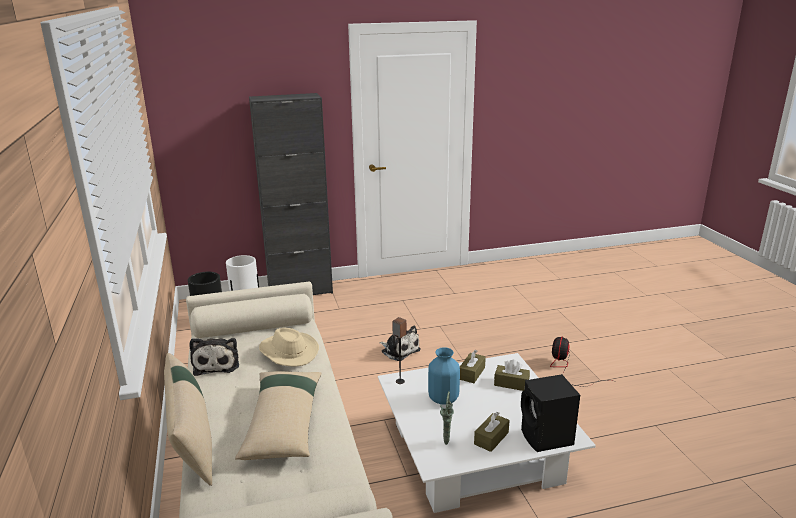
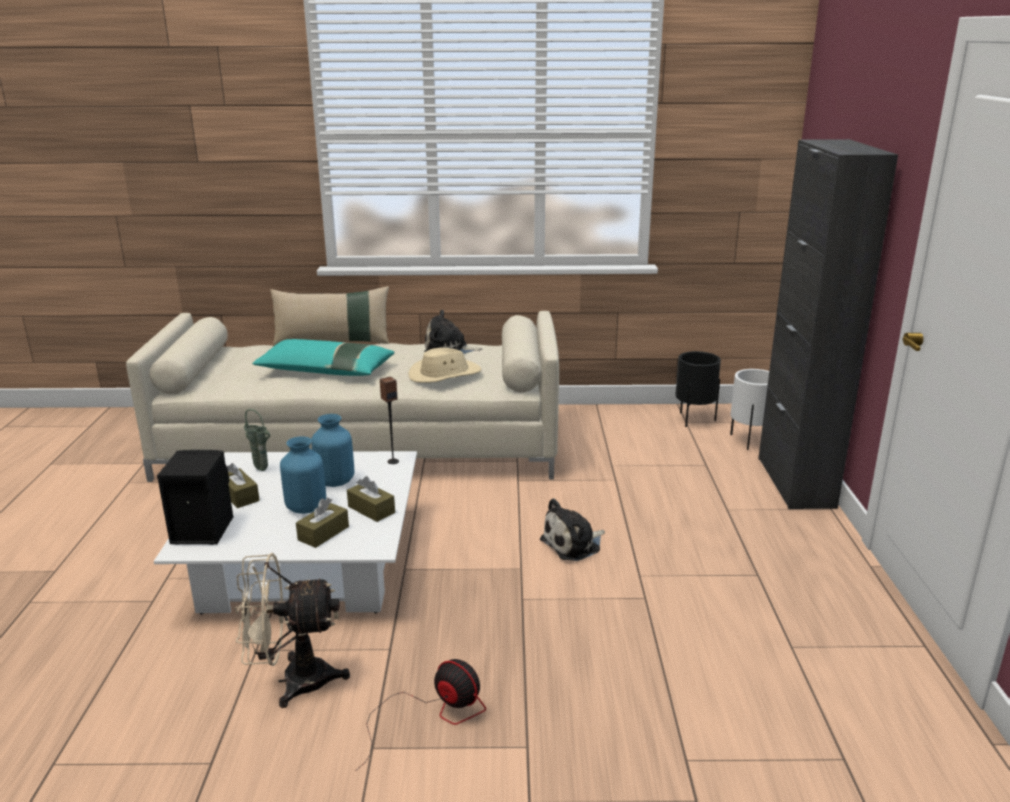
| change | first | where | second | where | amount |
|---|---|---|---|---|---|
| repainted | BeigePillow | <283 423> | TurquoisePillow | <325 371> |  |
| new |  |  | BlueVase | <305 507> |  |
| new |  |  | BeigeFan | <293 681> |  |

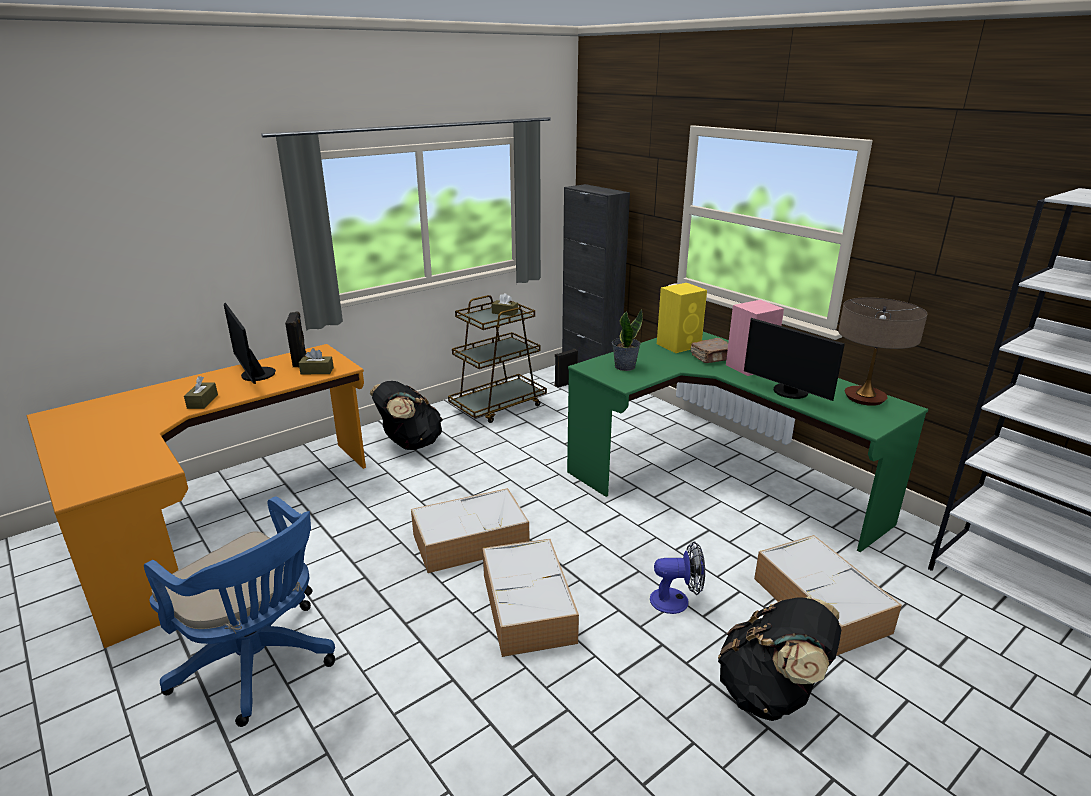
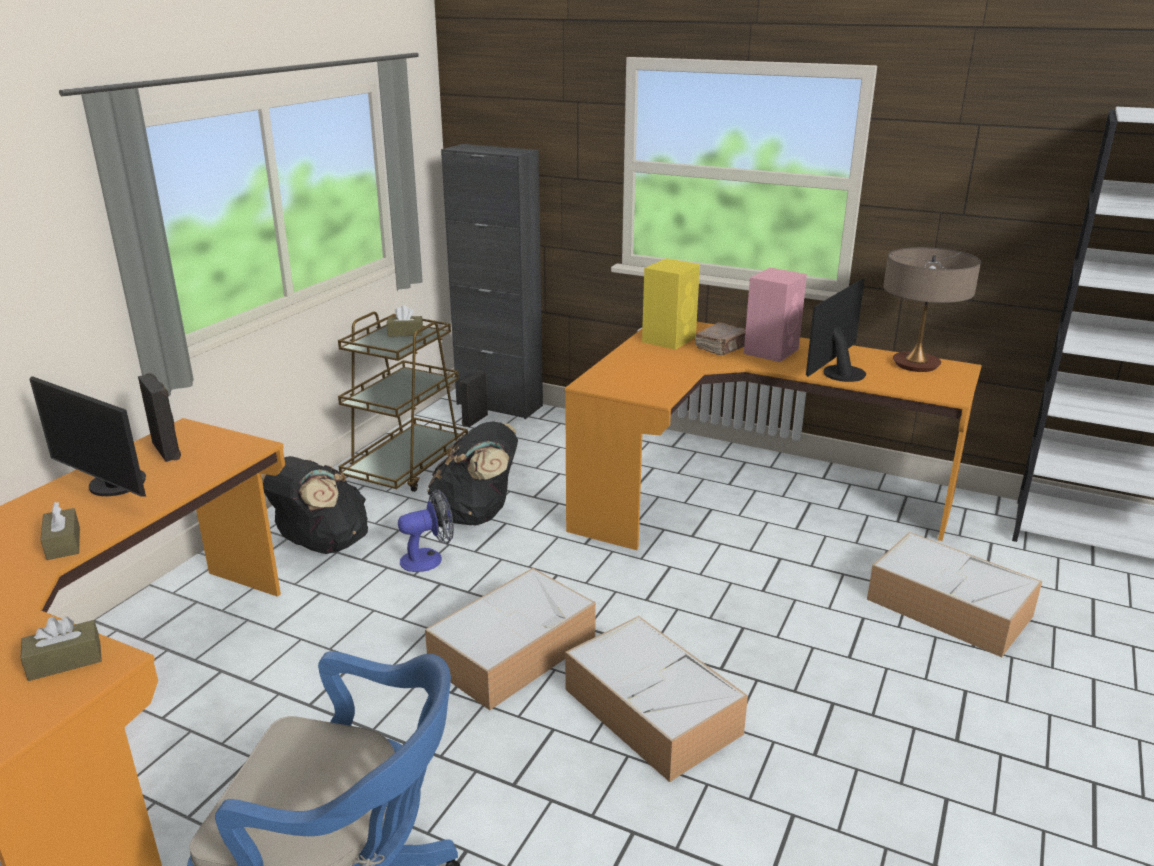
| change | first | where | second | where | amount |
|---|---|---|---|---|---|
| gone | PottedPlant | <624 366> |  |  |  |
| rotated | Monitor | <788 392> |  | <839 373> | 105 degrees clockwise |
| repainted | GreenDesk | <719 480> | OrangeDesk | <747 498> |  |
| shifted | BrownTissueBox | <317 371> |  | <65 661> |  |
| shifted | Fan | <676 600> |  | <428 558> |  |
| shifted | BlackBackpack | <770 694> |  | <477 515> |  |

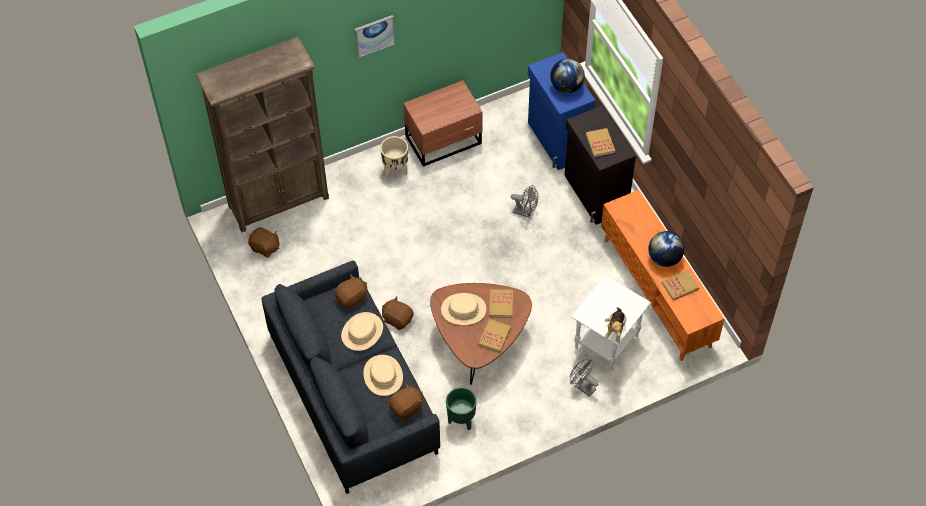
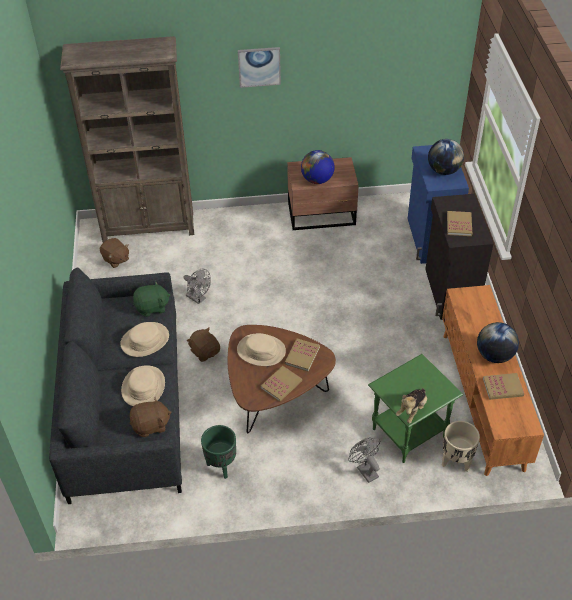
| change | first | where | second | where | amount |
|---|---|---|---|---|---|
| shifted | BeigePlanter | <395 170> |  | <456 462> |  |
| shifted | GreyFan | <525 212> |  | <198 298> |  |
| repainted | BrownPlushToy | <352 298> | GreenPlushToy | <152 307> |  |
| repainted | WhiteSideTable | <606 343> | GreenSideTable | <408 433> |  |
| new |  |  | Globe | <317 180> |  |

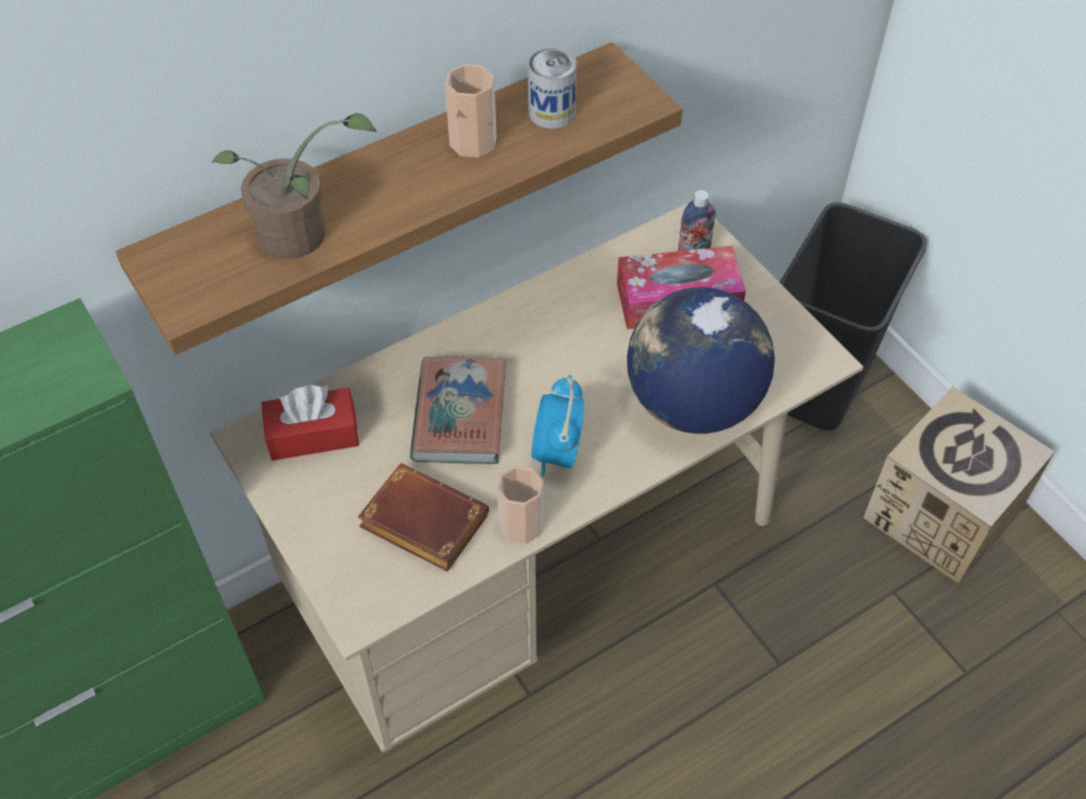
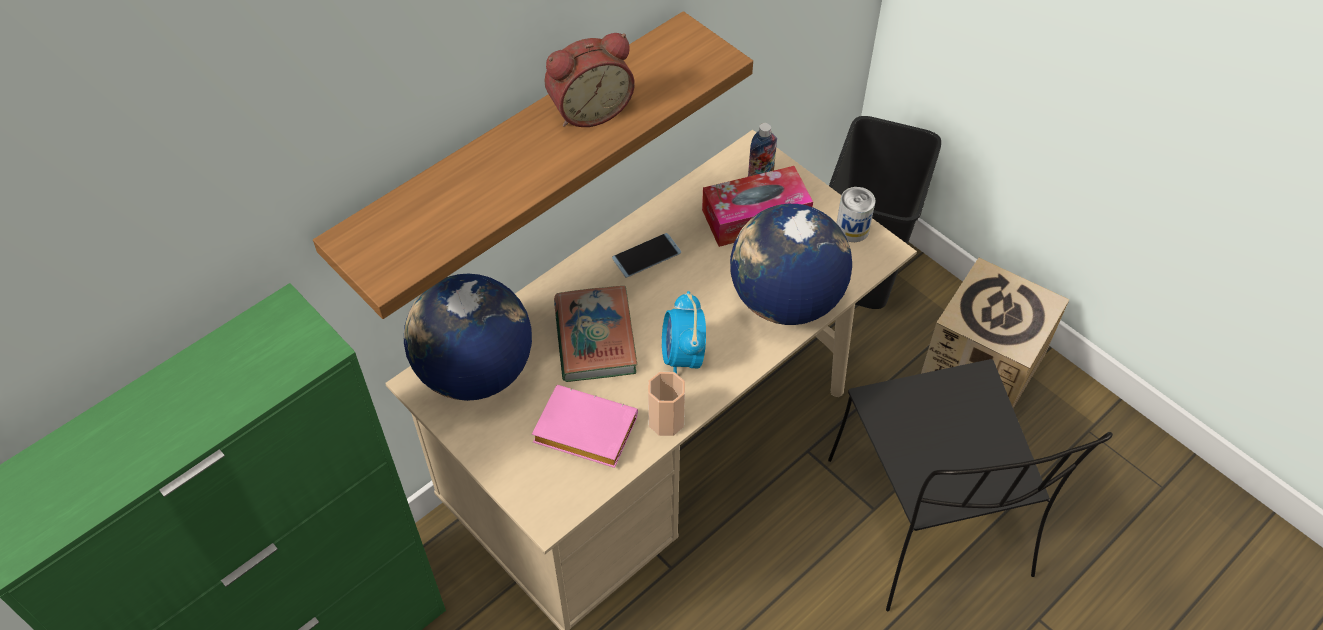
| change | first | where | second | where | amount |
|---|---|---|---|---|---|
| shifted | Can | <552 112> |  | <852 229> |  |
| swapped | Cup | <473 142> | AlarmClock | <589 109> |  |
| gone | PottedPlant | <300 238> |  |  |  |
| swapped | RedTissueBox | <313 435> | Globe | <475 372> |  |
| repainted | BrownBook | <420 523> | PinkBook | <582 432> |  |
| new |  |  | Phone | <646 255> |  |
| new |  |  | BlackChair | <931 521> |  |

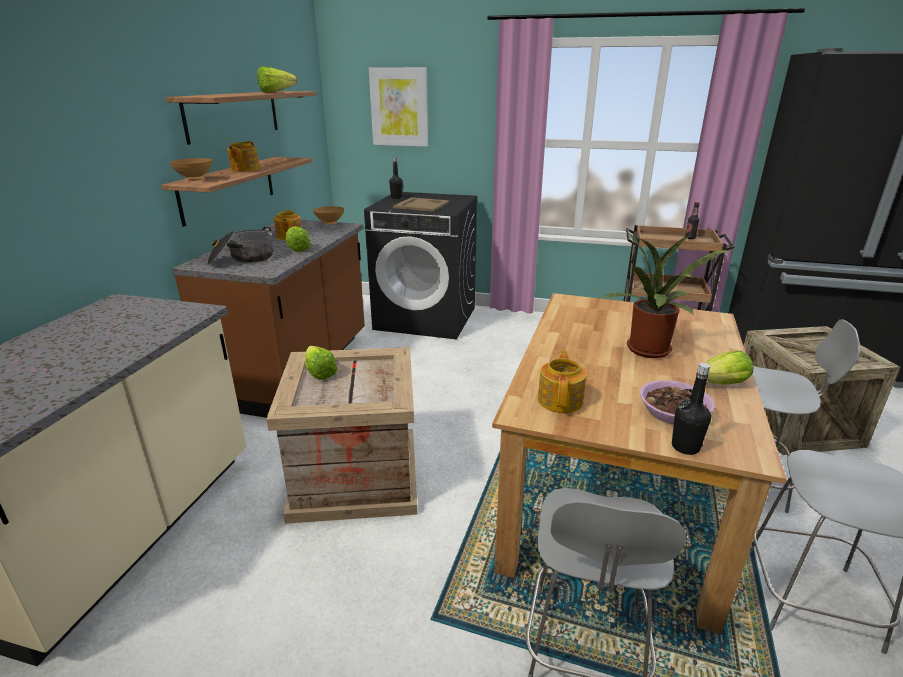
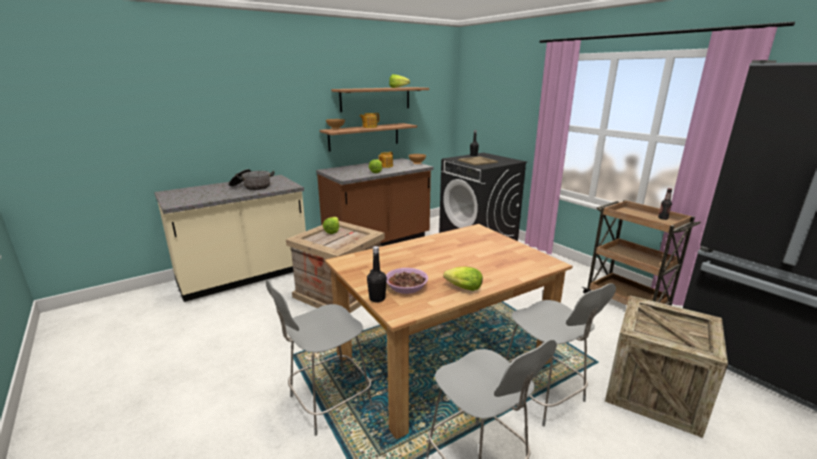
| change | first | where | second | where | amount |
|---|---|---|---|---|---|
| gone | Picture | <399 107> |  |  |  |
| shifted | CookingPot | <242 259> |  | <251 187> |  |
| gone | PottedPlant | <649 352> |  |  |  |
| gone | Teapot | <561 400> |  |  |  |

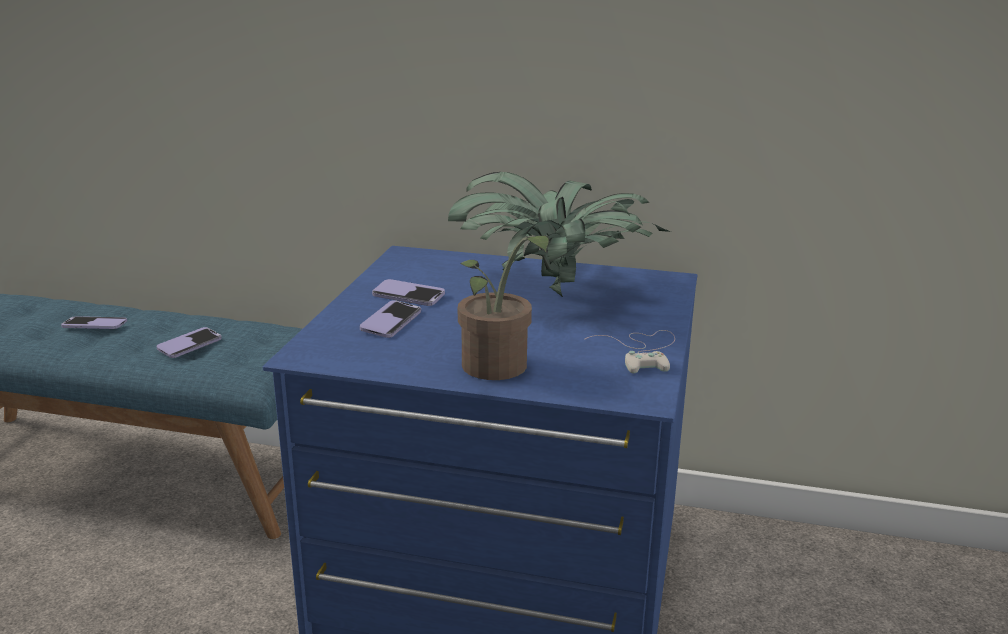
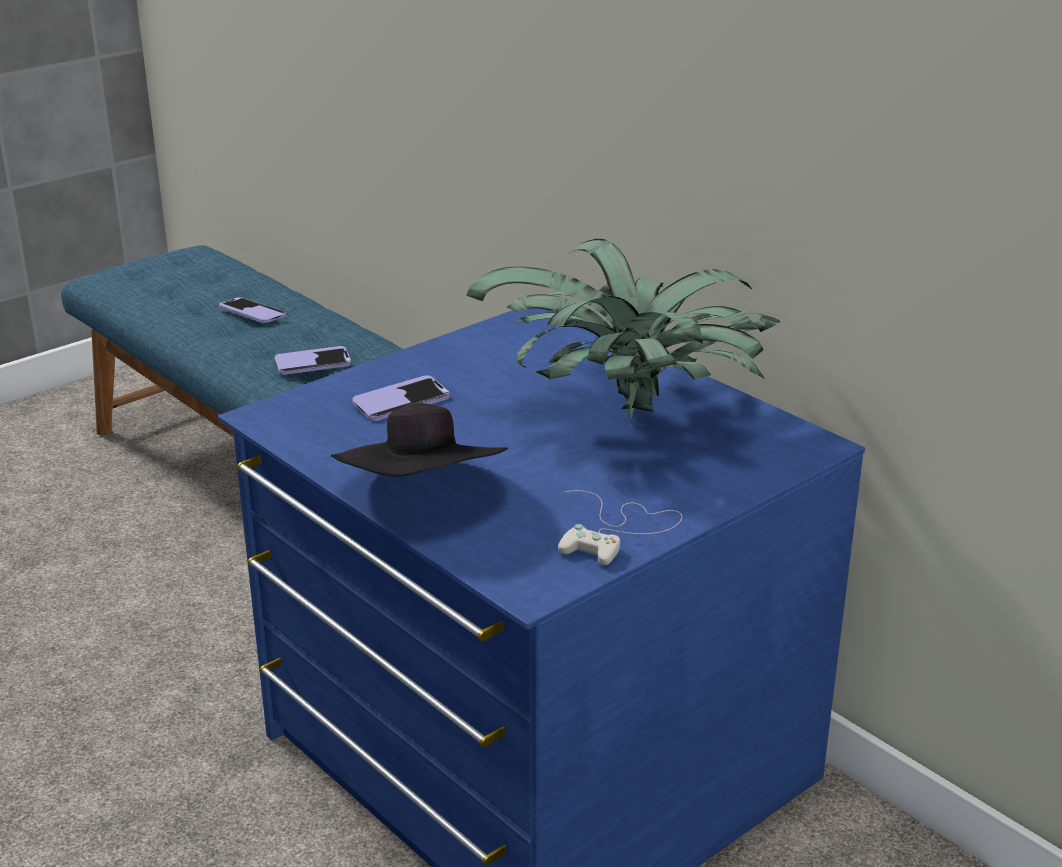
| change | first | where | second | where | amount |
|---|---|---|---|---|---|
| swapped | PottedPlant | <496 370> | BlackHat | <423 496> |  |
| gone | Phone | <408 295> |  |  |  |

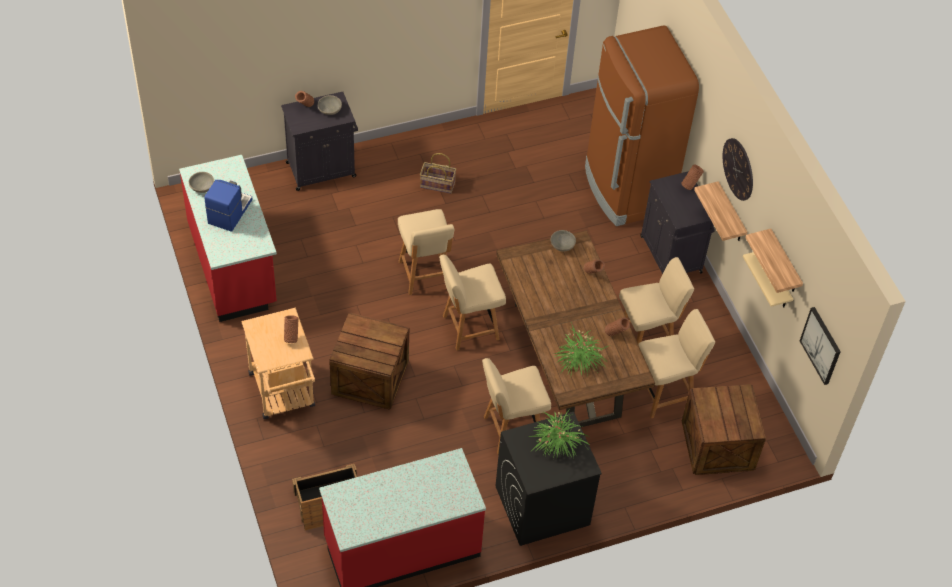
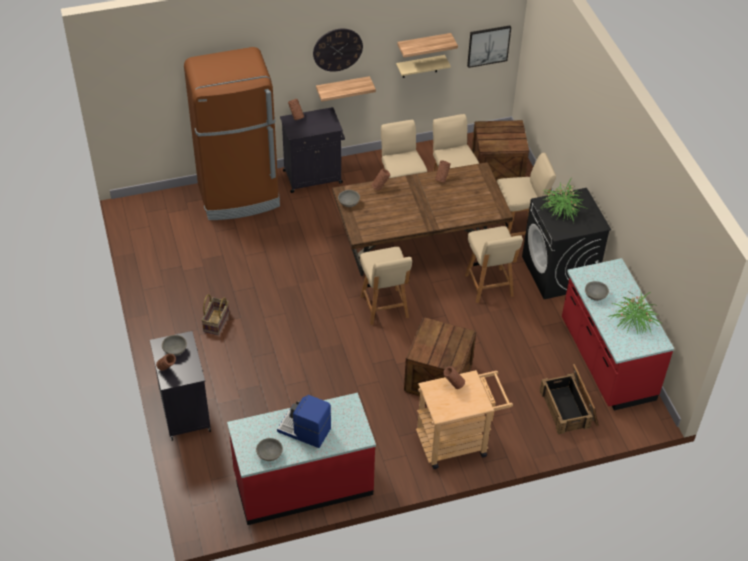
| change | first | where | second | where | amount |
|---|---|---|---|---|---|
| shifted | BeigeChair | <425 275> |  | <518 230> |  |
| shifted | PottedPlant | <579 360> |  | <633 321> |  |
| new |  |  | GreyBowl | <595 295> |  |

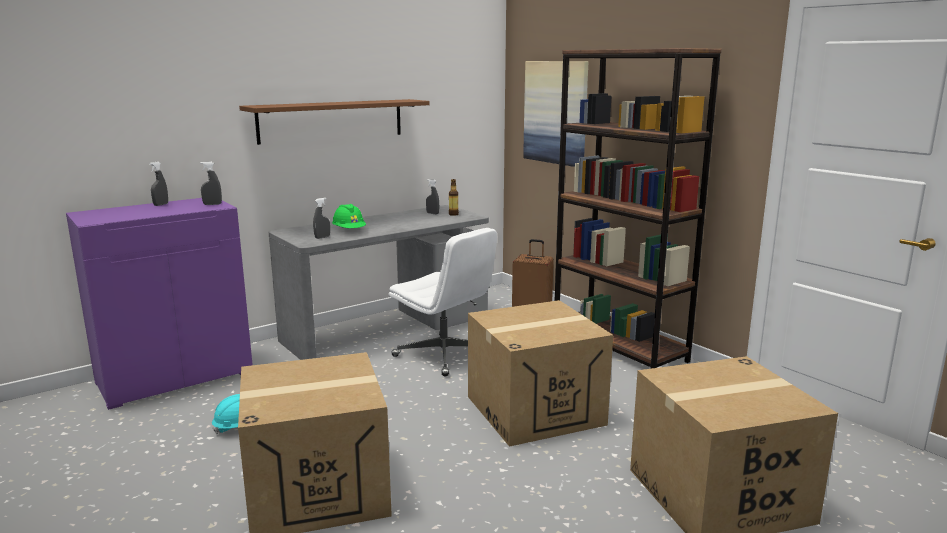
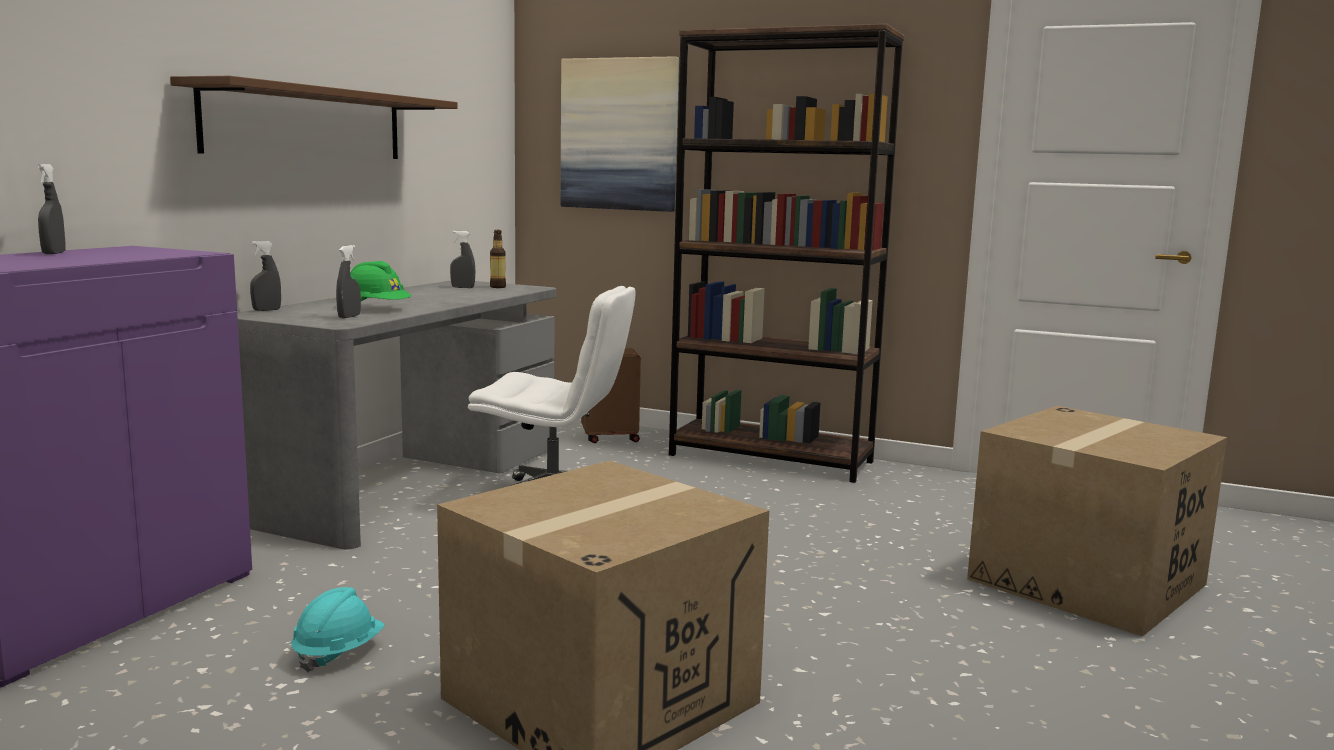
| change | first | where | second | where | amount |
|---|---|---|---|---|---|
| shifted | GreySprayBottle | <212 204> |  | <266 310> |  |
| gone | CardboardBox | <535 410> |  |  |  |

